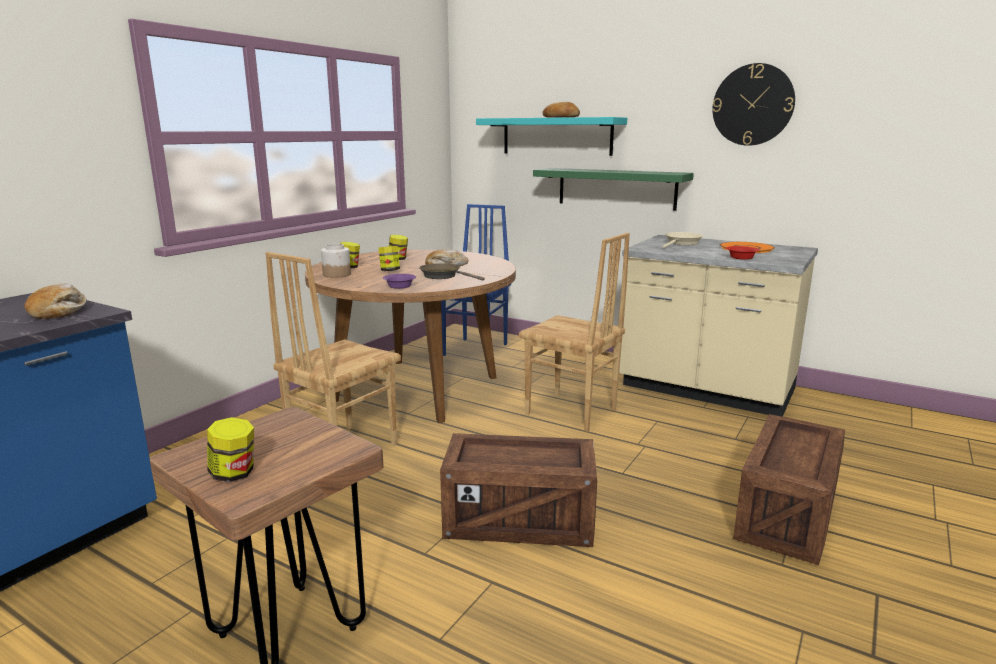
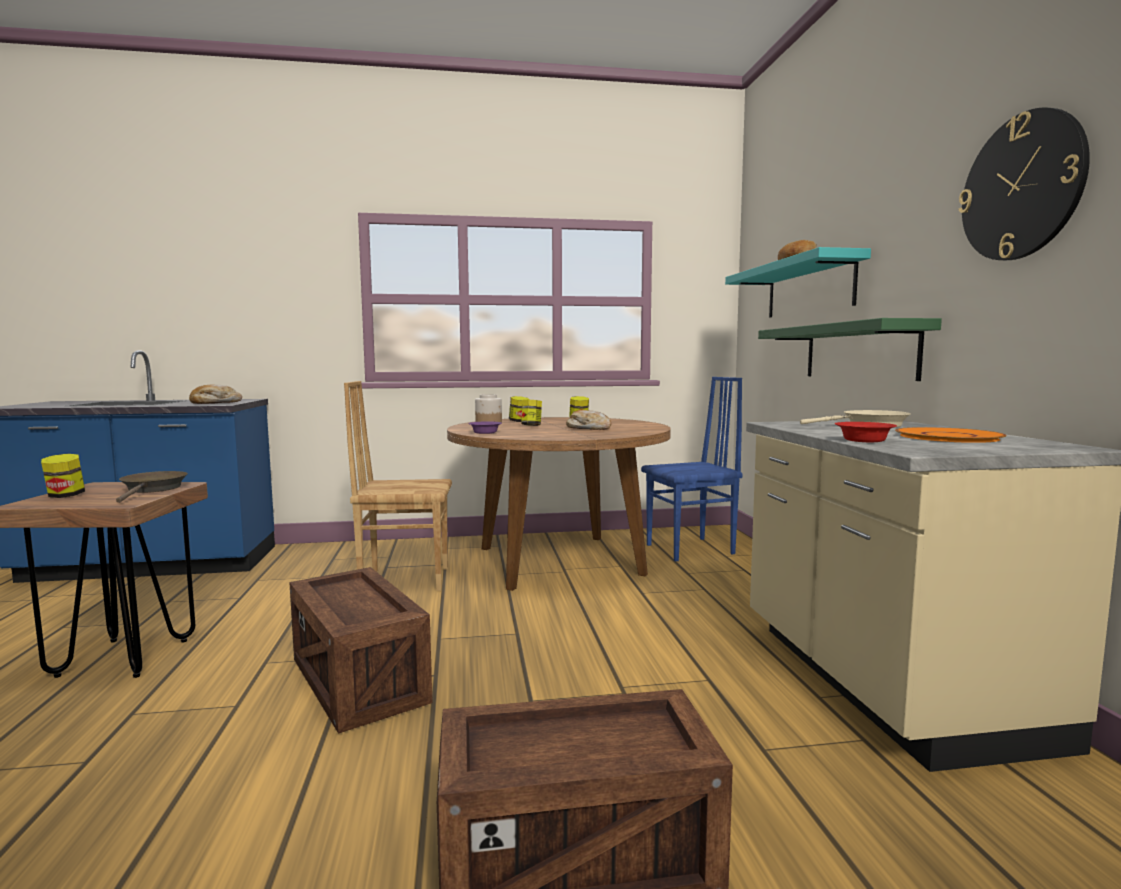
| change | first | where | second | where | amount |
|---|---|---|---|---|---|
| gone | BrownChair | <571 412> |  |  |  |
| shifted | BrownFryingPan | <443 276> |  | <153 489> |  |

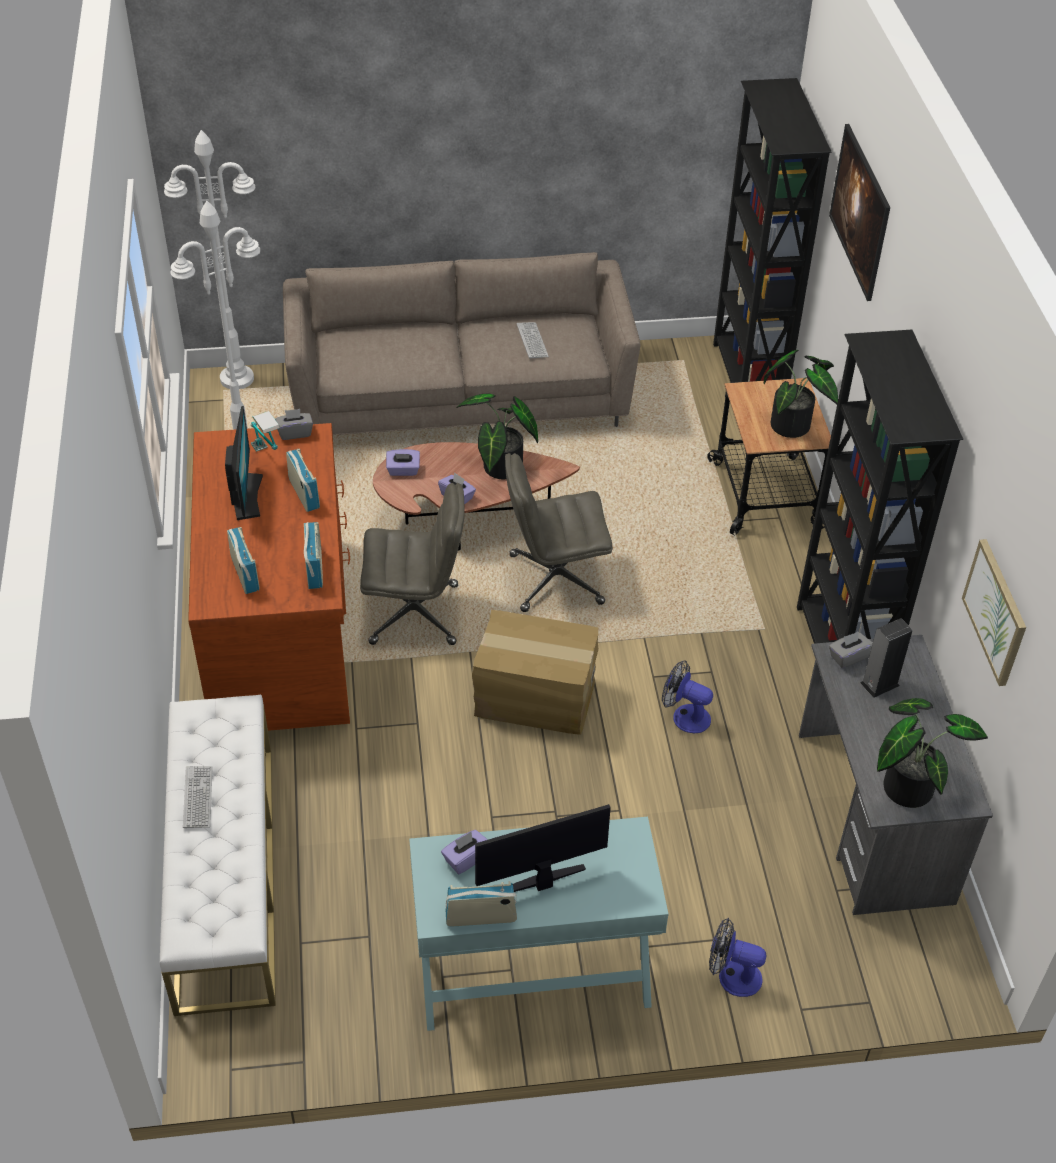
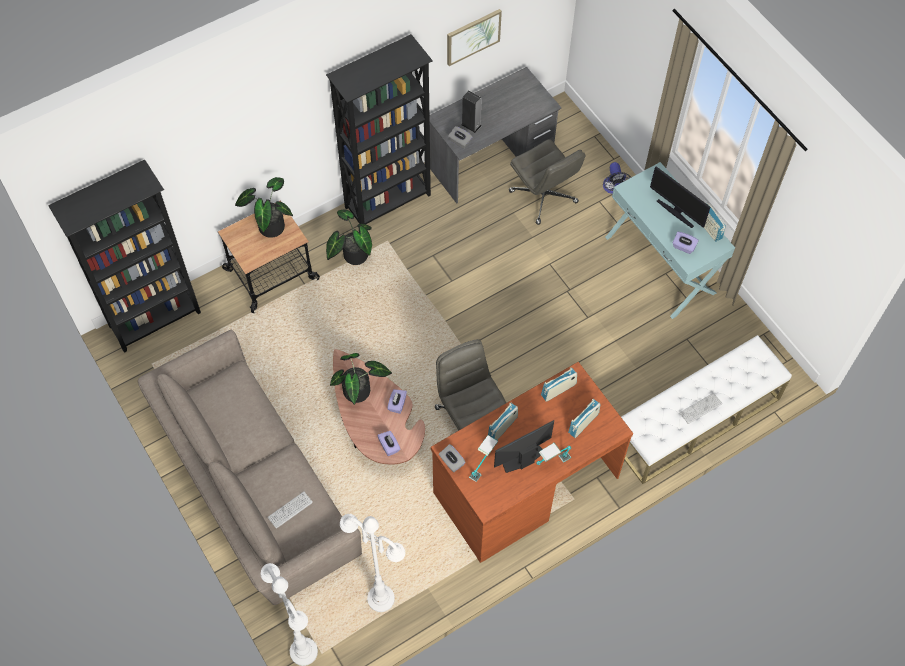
| change | first | where | second | where | amount |
|---|---|---|---|---|---|
| gone | Picture | <855 234> |  |  |  |
| shifted | Keyboard | <532 341> |  | <290 510> |  |
| shifted | GreyOfficeChair | <555 579> |  | <544 197> |  |
| gone | CardboardBox | <534 697> |  |  |  |
| gone | Fan | <685 716> |  |  |  |
| shifted | PottedPlant | <909 783> |  | <352 255> |  |
| new |  |  | TableLamp | <552 464> |  |

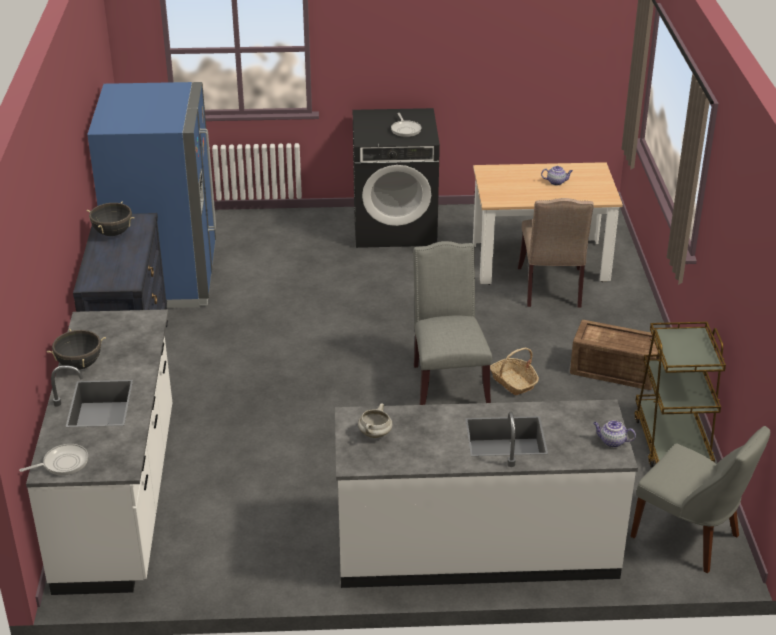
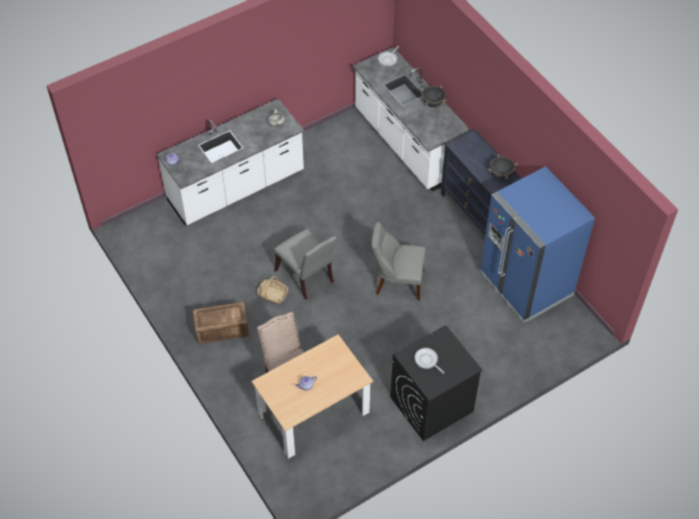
| change | first | where | second | where | amount |
|---|---|---|---|---|---|
| gone | BrownCart | <672 441> |  |  |  |
| shifted | GreyChair | <690 538> |  | <397 282> |  |

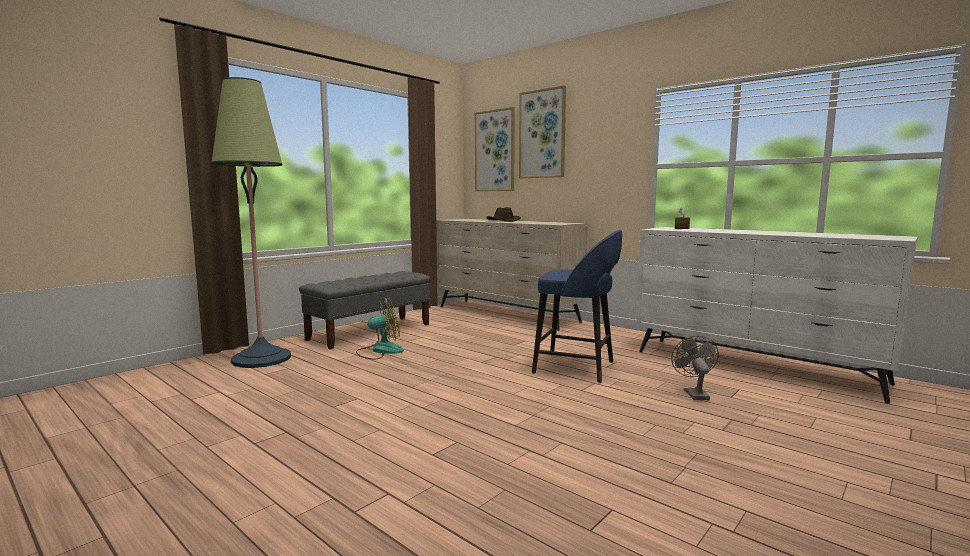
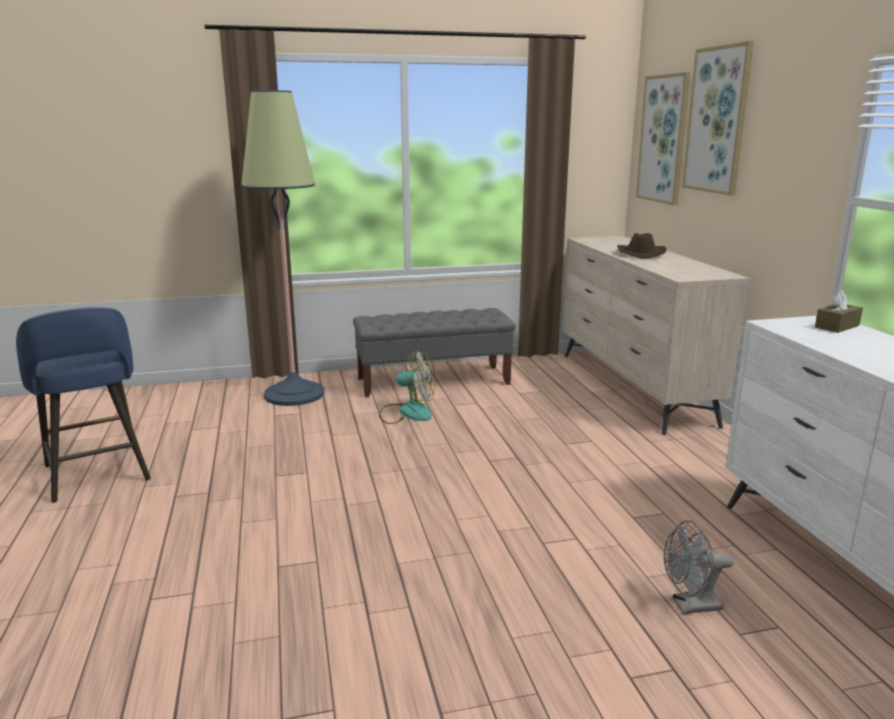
| change | first | where | second | where | amount |
|---|---|---|---|---|---|
| shifted | BlueStool | <576 368> |  | <97 474> |  |
| rotated | GreyFan | <694 393> |  | <690 606> | 135 degrees counterclockwise |

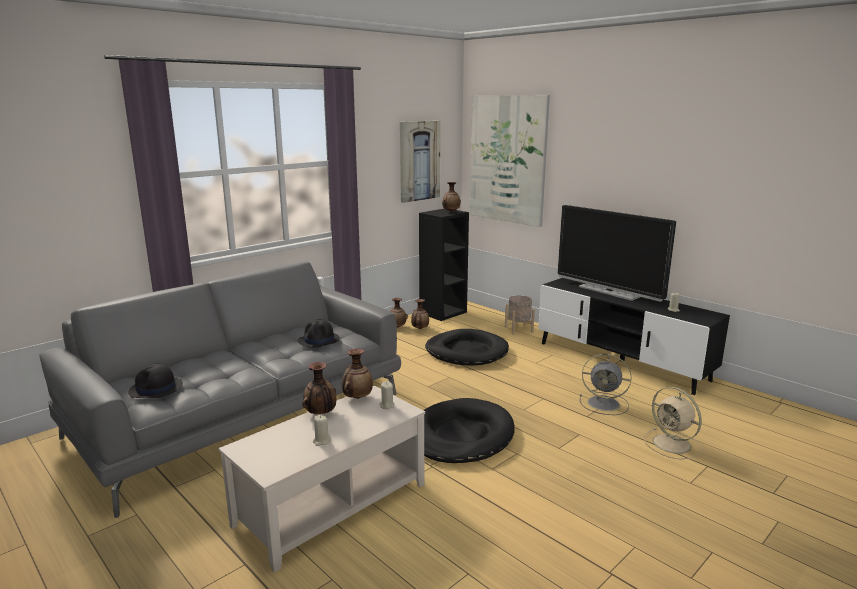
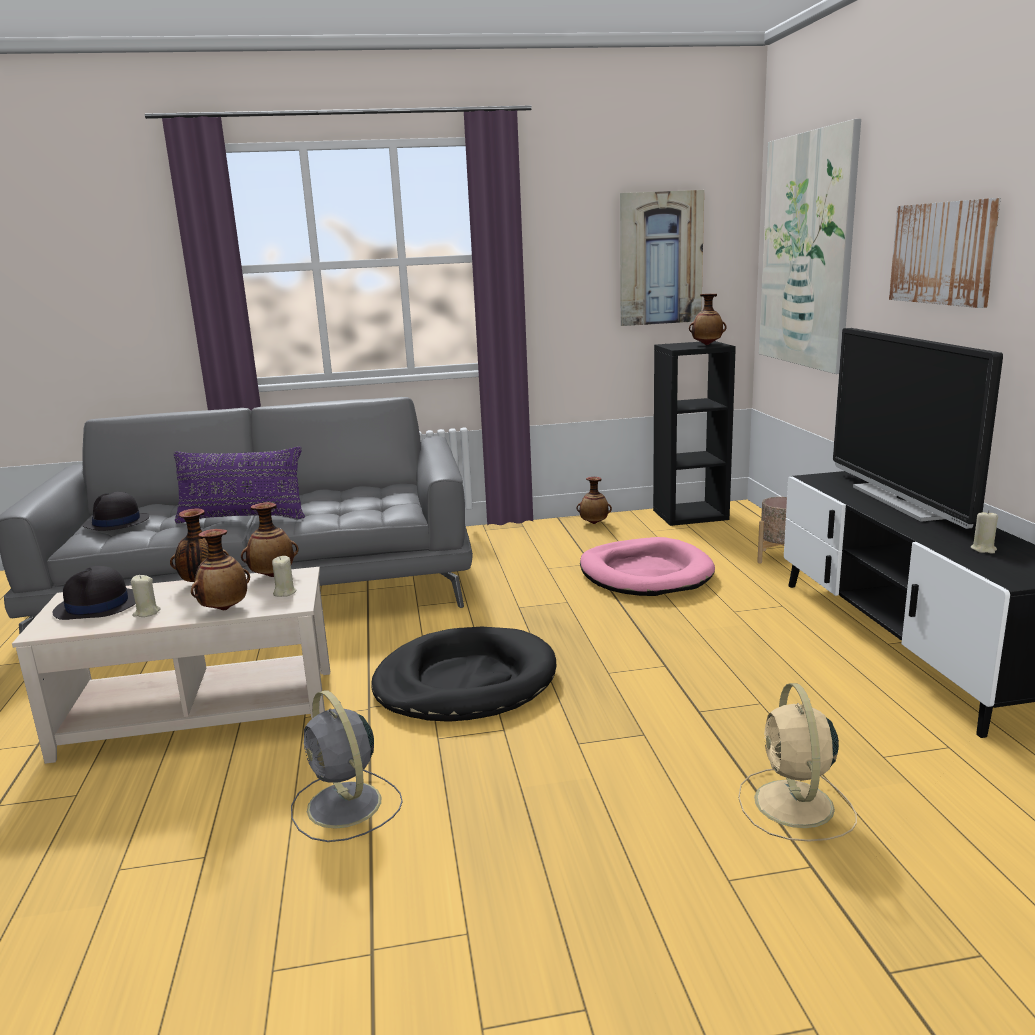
| change | first | where | second | where | amount |
|---|---|---|---|---|---|
| shifted | Vase | <420 328> |  | <224 609> |  |
| shifted | BlackHat | <319 340> |  | <98 606> |  |
| repainted | BlackDogBed | <466 351> | PinkDogBed | <645 573> |  |
| shifted | GreyFan | <605 404> |  | <346 806> |  |
| new |  |  | Picture | <943 253> |  |
| new |  |  | PurplePillow | <243 518> |  |

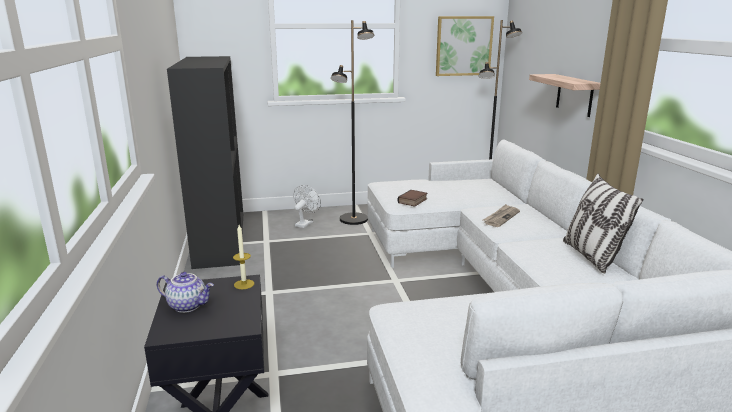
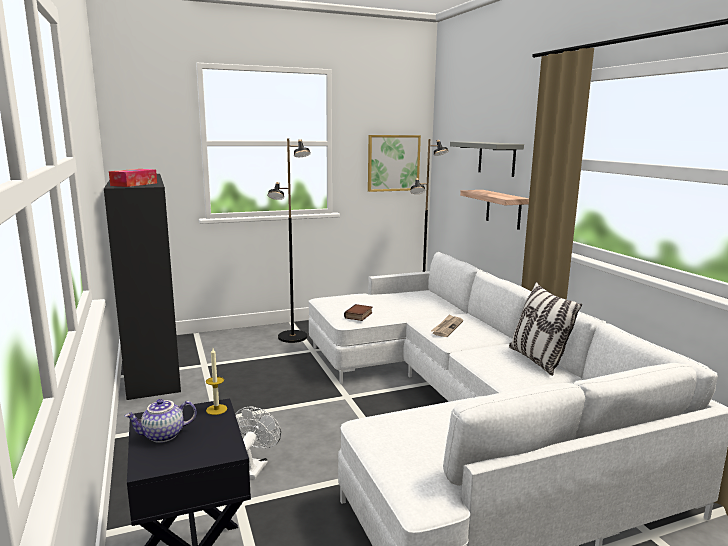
| change | first | where | second | where | amount |
|---|---|---|---|---|---|
| shifted | WhiteFan | <305 223> |  | <255 466> |  |
| rotated | Teapot | <188 305> |  | <163 436> | 150 degrees clockwise |
| new |  |  | GreyShelf | <496 158> |  |
| new |  |  | TissueBox | <134 184> |  |

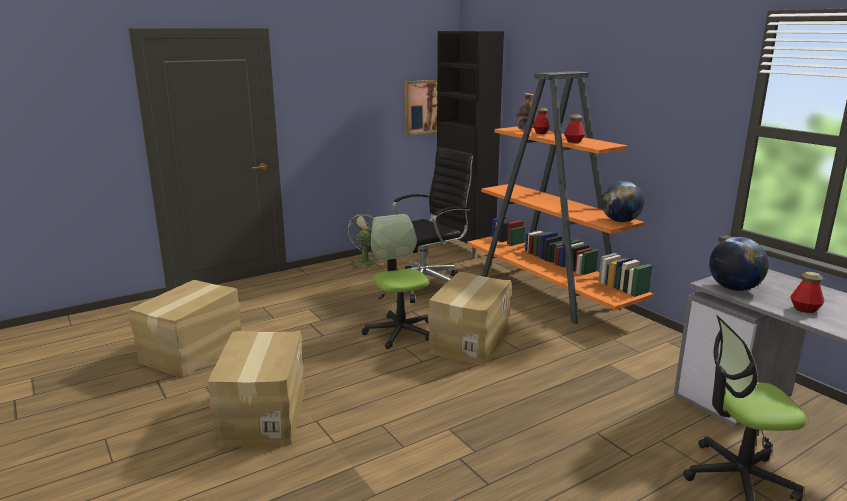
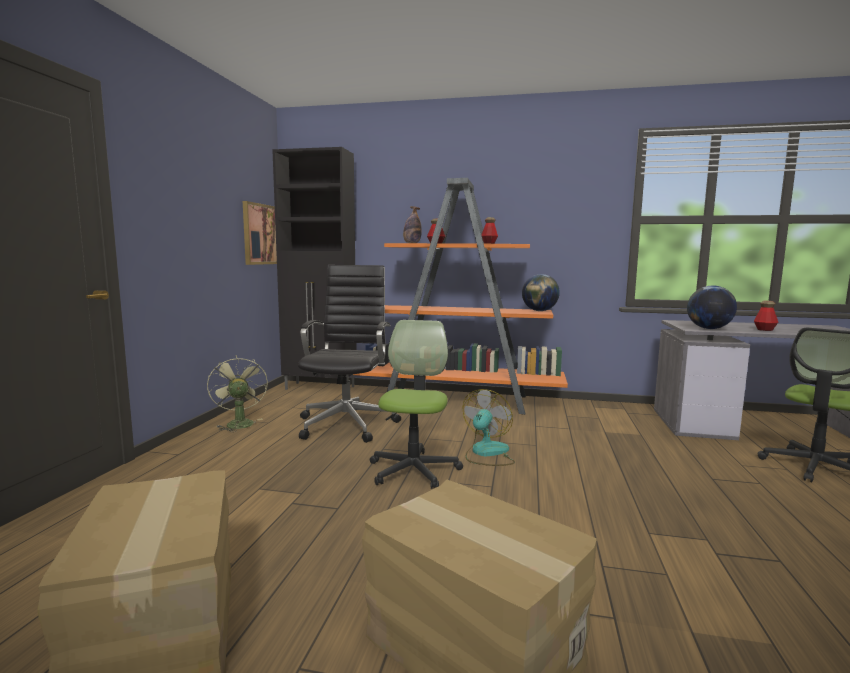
| change | first | where | second | where | amount |
|---|---|---|---|---|---|
| rotated | OfficeChair | <400 332> |  | <413 470> | 75 degrees clockwise |
| swapped | CardboardBox | <469 341> | Fan | <487 453> |  |

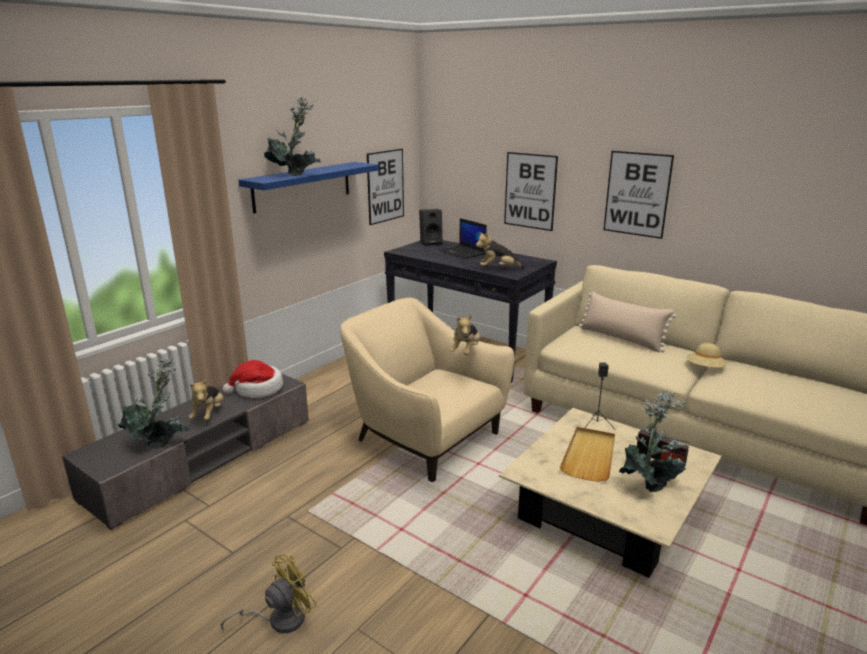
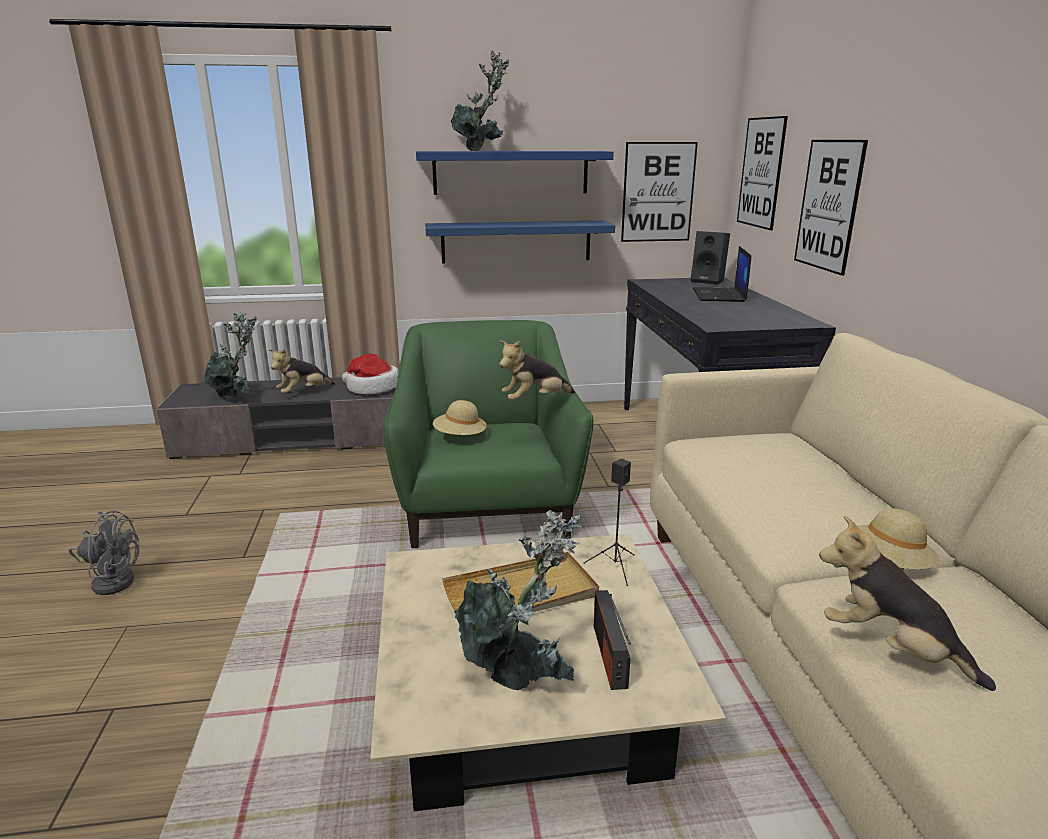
| change | first | where | second | where | amount |
|---|---|---|---|---|---|
| shifted | Picture | <637 194> |  | <761 173> |  |
| shifted | PlushToy | <498 269> |  | <890 648> |  |
| gone | BeigePillow | <621 339> |  |  |  |
| repainted | BeigeArmchair | <425 438> | GreenArmchair | <487 506> |  |
| repainted | YellowFan | <279 619> | GreyFan | <111 580> |  |
| new |  |  | BlueShelf | <516 241> |  |
| new |  |  | BeigeHat | <460 437> |  |

